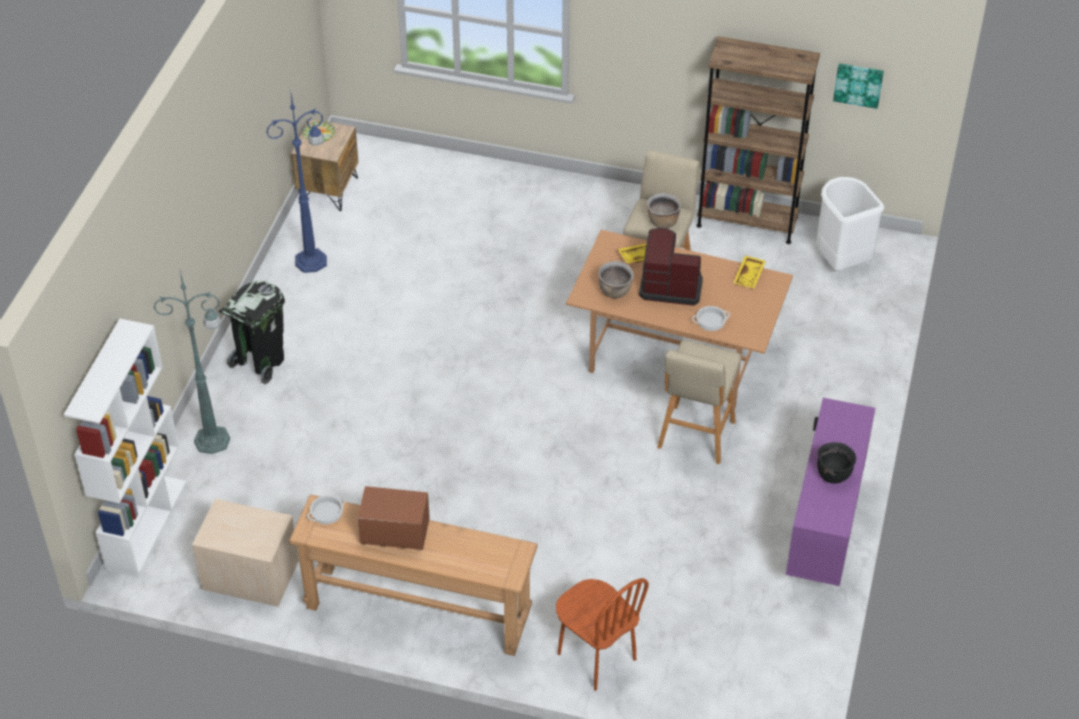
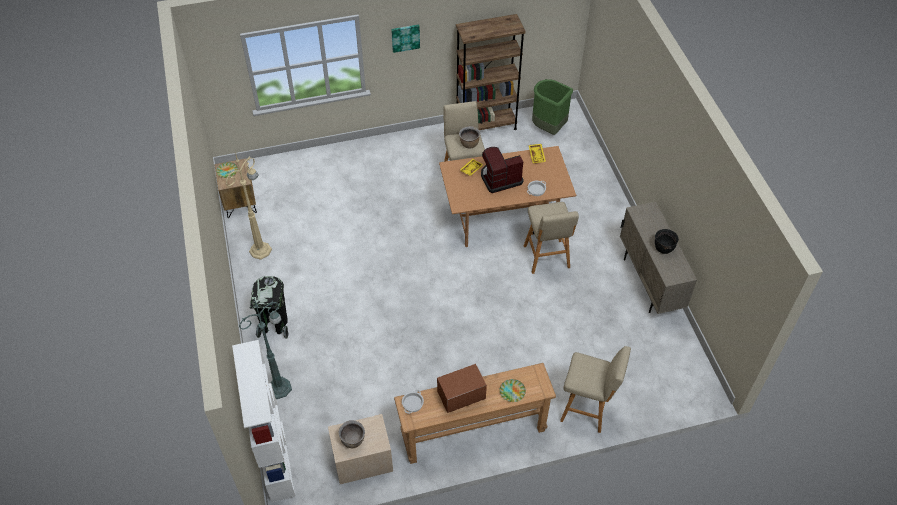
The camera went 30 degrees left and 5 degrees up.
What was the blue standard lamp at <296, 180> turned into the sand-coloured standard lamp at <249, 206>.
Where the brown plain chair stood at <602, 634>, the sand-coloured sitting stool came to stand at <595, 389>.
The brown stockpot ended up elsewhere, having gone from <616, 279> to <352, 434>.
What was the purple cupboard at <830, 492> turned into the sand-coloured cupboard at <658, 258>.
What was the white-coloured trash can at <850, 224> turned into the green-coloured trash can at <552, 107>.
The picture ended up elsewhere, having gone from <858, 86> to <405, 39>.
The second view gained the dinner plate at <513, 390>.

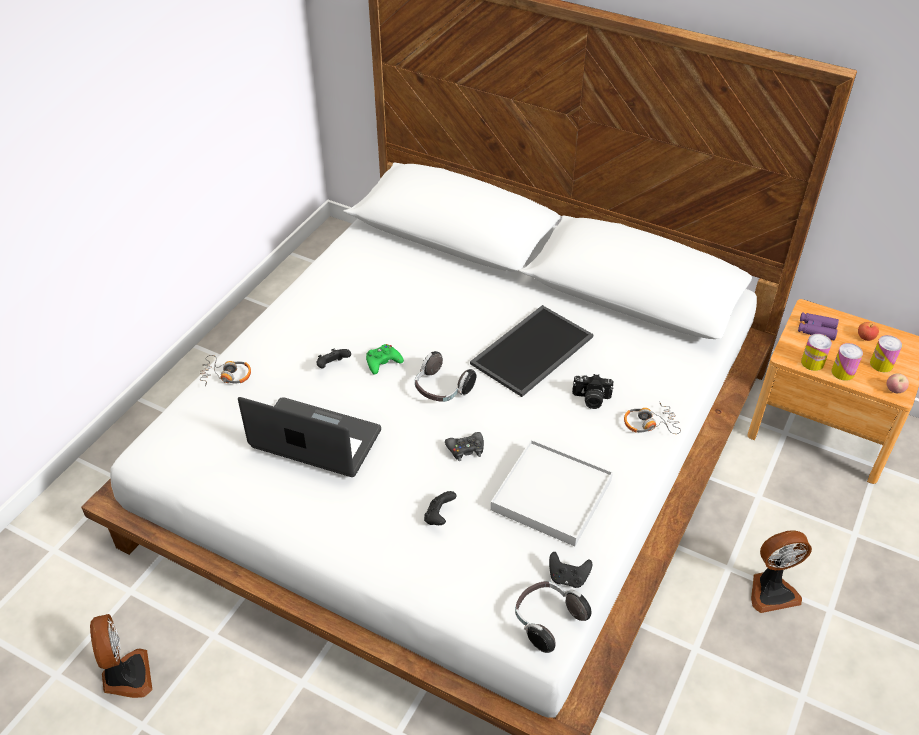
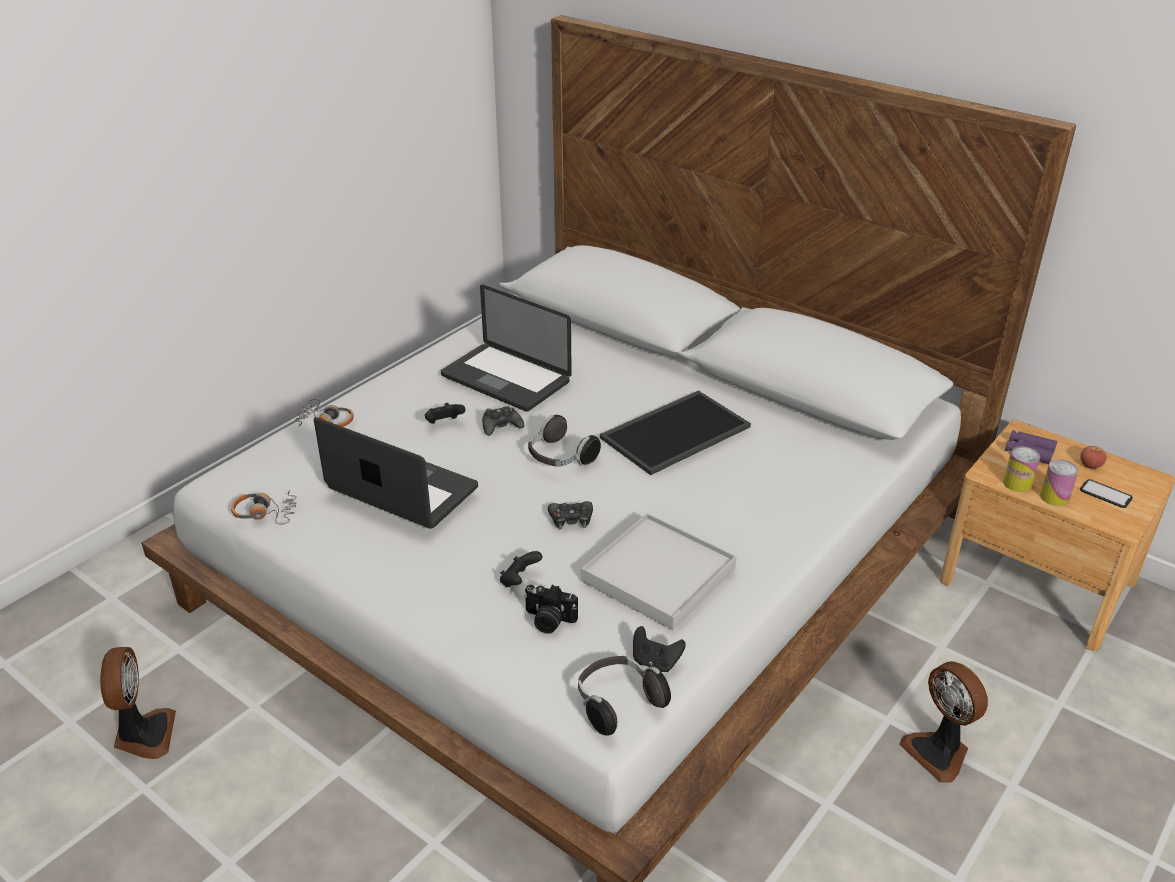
The camera went 10 degrees right and 10 degrees down.
What was the green-coloured gamepad at <385, 359> turned into the black gamepad at <503, 421>.
The photo camera ended up elsewhere, having gone from <592, 391> to <551, 609>.
The headset ended up elsewhere, having gone from <652, 417> to <264, 507>.
The electric fan at <781, 571> ended up facing another way, 60 degrees clockwise from before.
Where the can stood at <886, 353>, the telephone came to stand at <1106, 493>.
The second view lost the whole apple at <897, 383>.
The second view gained the laptop at <506, 348>.

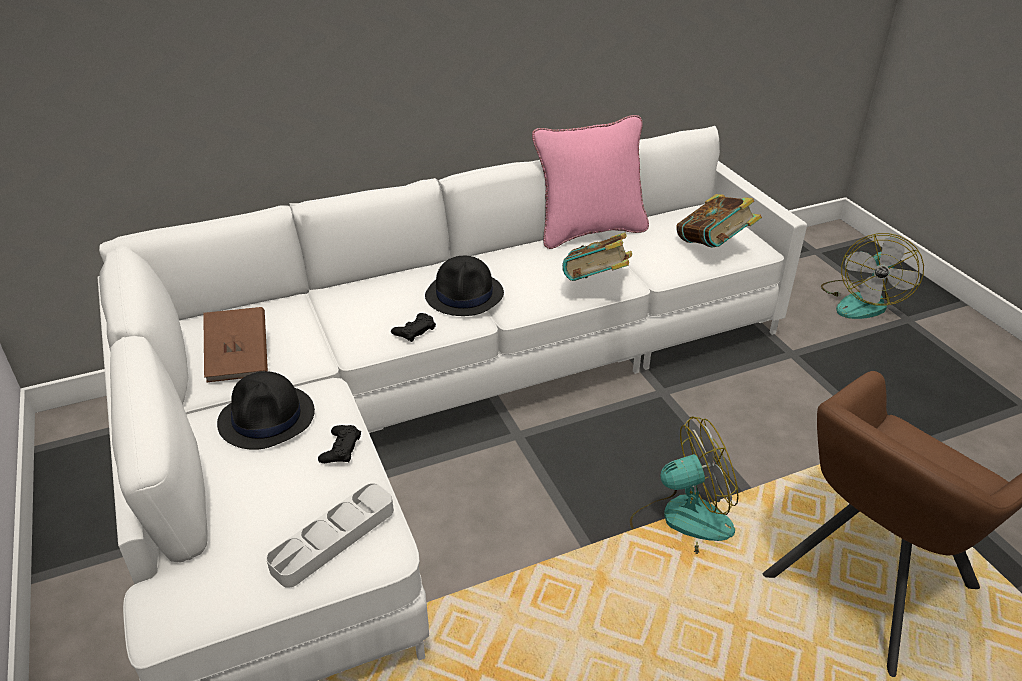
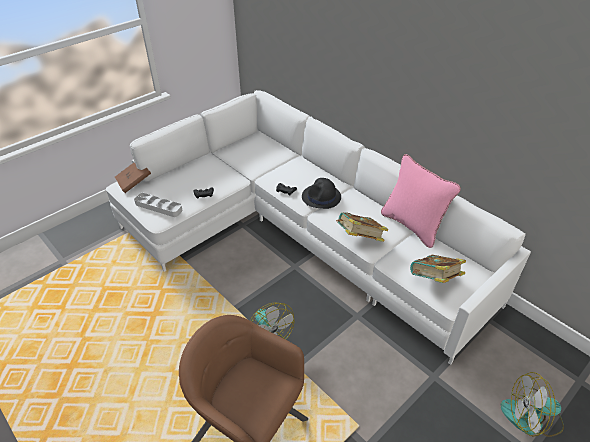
The camera went 70 degrees right and 5 degrees up.
The brown book ended up elsewhere, having gone from <235, 344> to <133, 178>.
The second view lost the black clothing hat at <266, 410>.

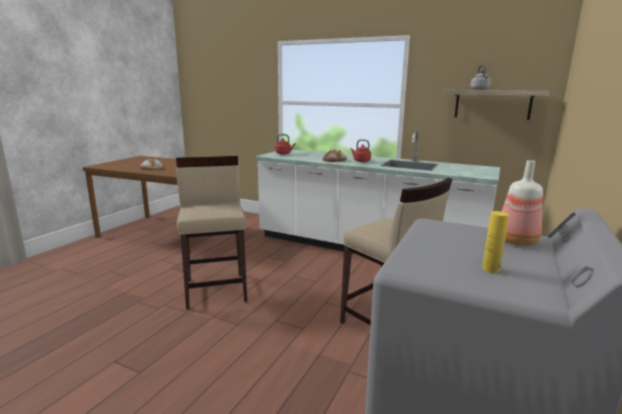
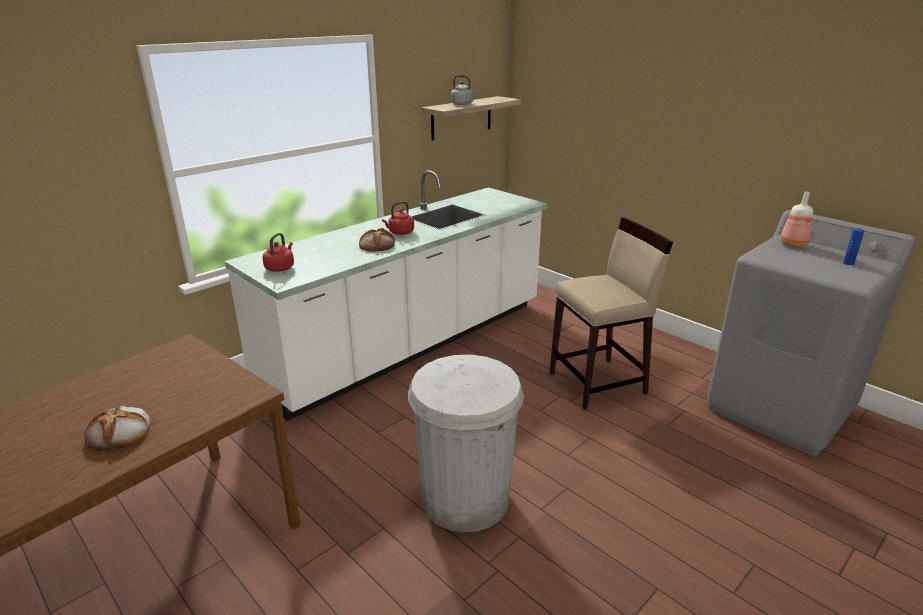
The camera went 70 degrees left and 10 degrees up.
Where the sand-coloured sitting stool stood at <211, 233>, the white-coloured trash can came to stand at <466, 443>.
What was the yellow beverage bottle at <495, 242> turned into the blue beverage bottle at <853, 247>.

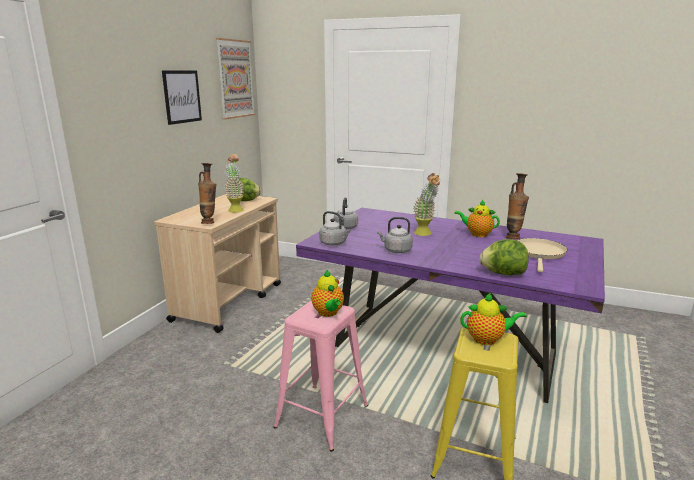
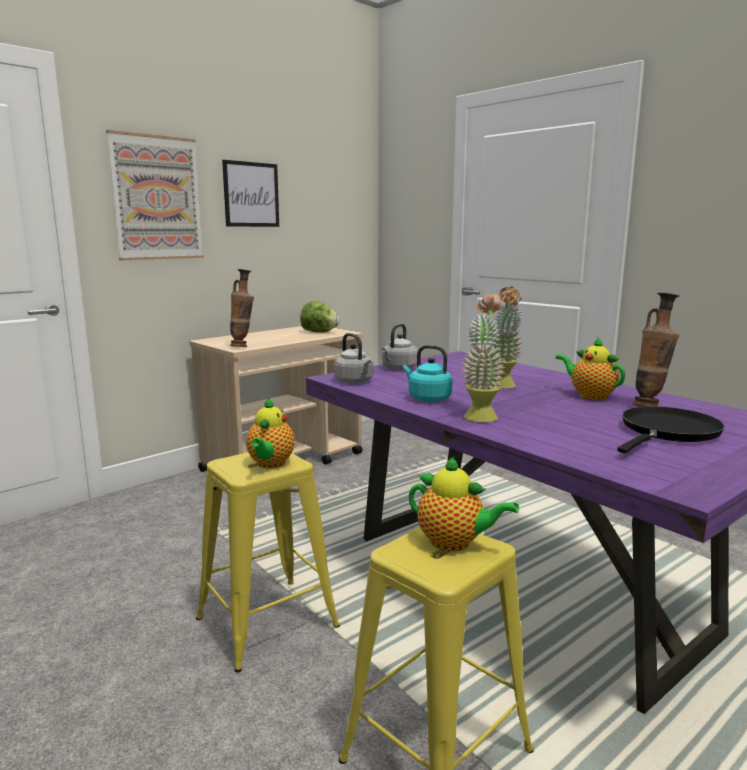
The camera went 25 degrees right and 5 degrees down.
The picture ended up elsewhere, having gone from <235, 78> to <155, 195>.
The potted plant ended up elsewhere, having gone from <234, 183> to <484, 358>.
What was the pinkish sitting stool at <321, 376> turned into the yellow sitting stool at <268, 562>.
What was the grey tea kettle at <395, 235> turned into the turquoise-coloured tea kettle at <428, 373>.
The second view lost the head of lettuce at <504, 257>.
What was the sand-coloured skillet at <542, 255> turned into the black skillet at <671, 429>.

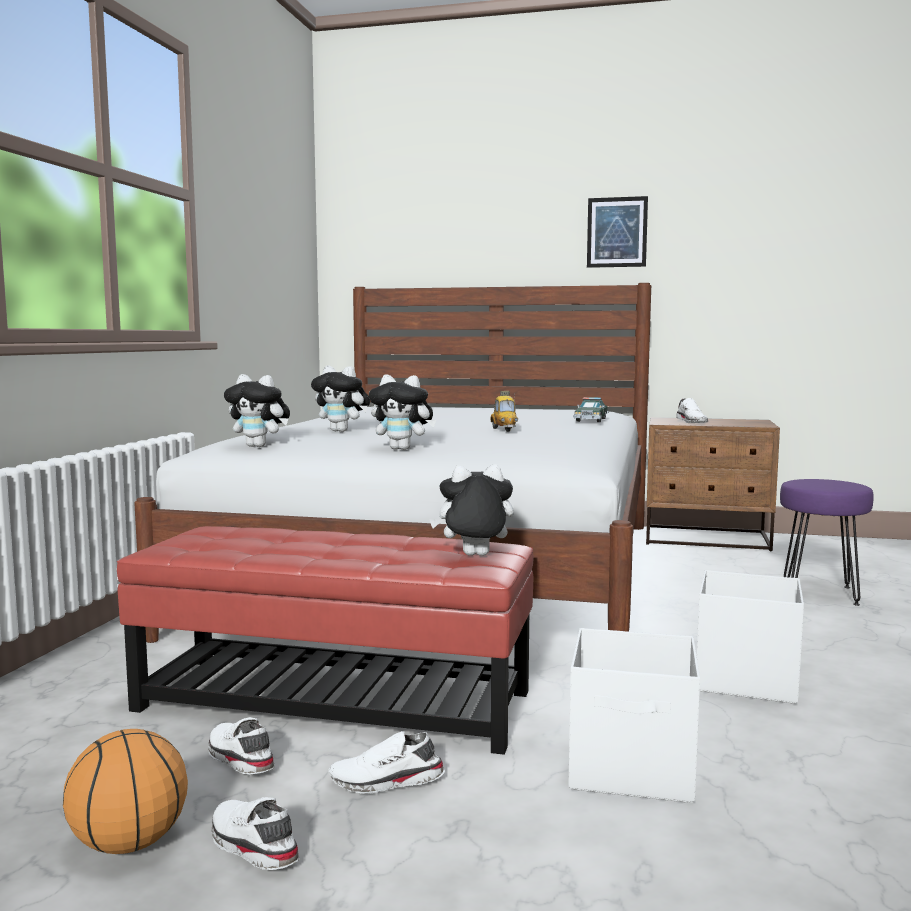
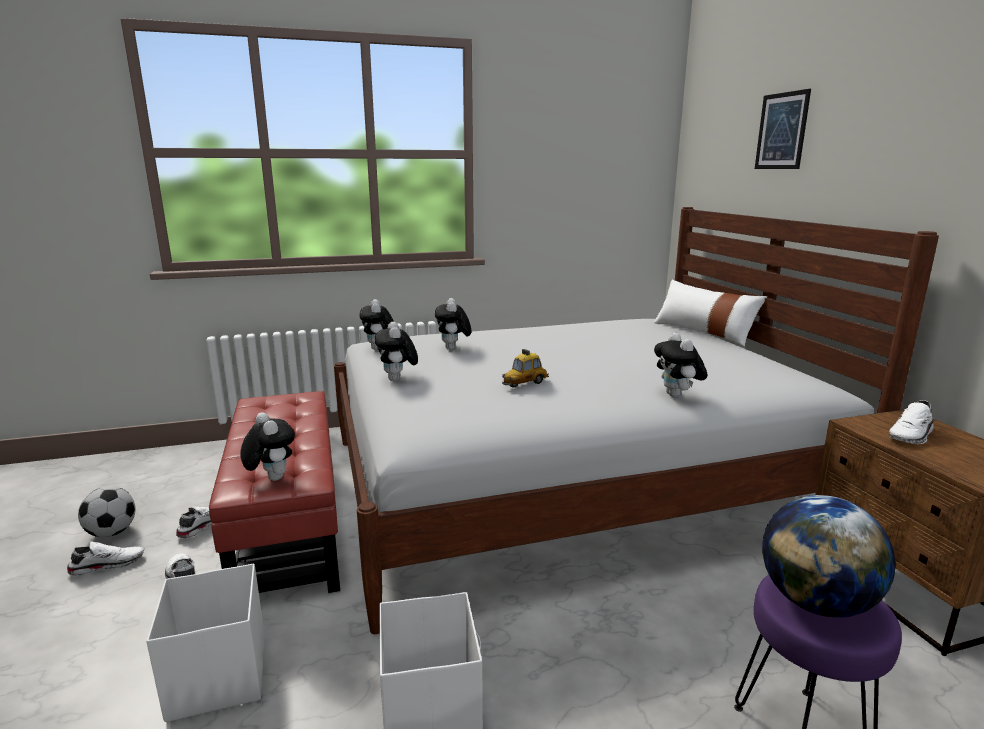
The camera went 60 degrees right and 10 degrees up.
Where the basketball stood at <125, 791>, the football came to stand at <107, 511>.
The white-coloured item of footwear at <255, 833> ended up facing another way, 45 degrees clockwise from before.
Where the toy car stood at <591, 409>, the soft toy came to stand at <680, 364>.
The picture ended up elsewhere, having gone from <617, 232> to <783, 129>.
The second view gained the white-coloured cushion at <710, 313>.
The second view gained the globe at <829, 556>.

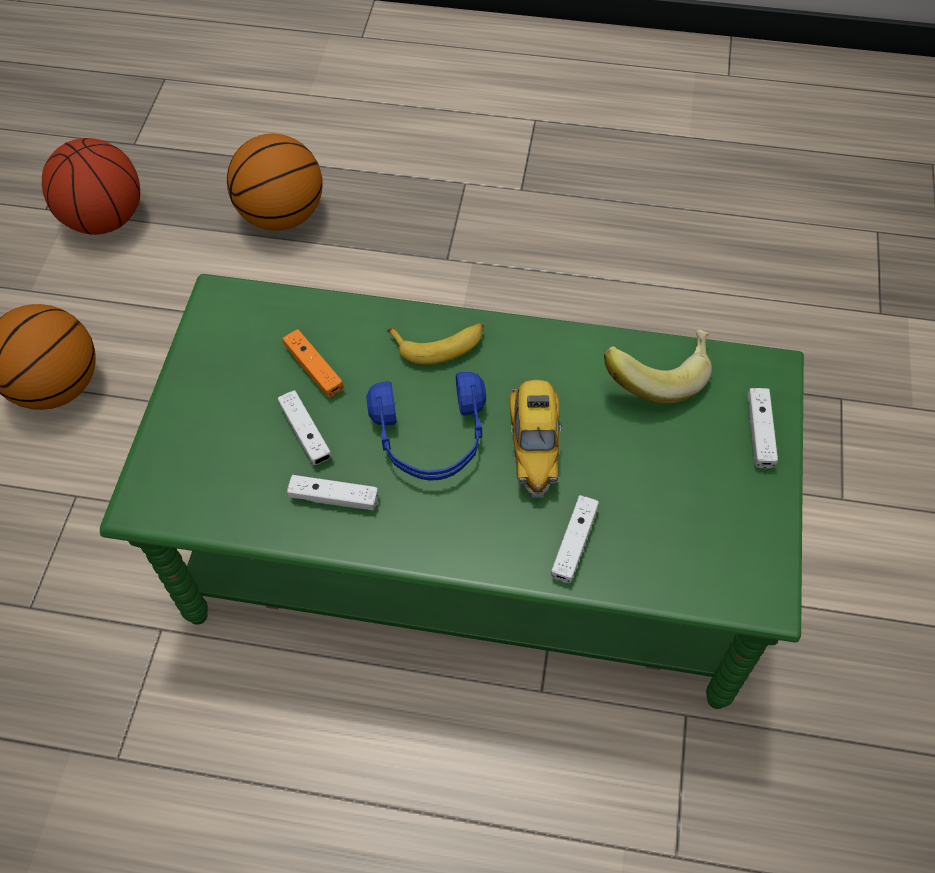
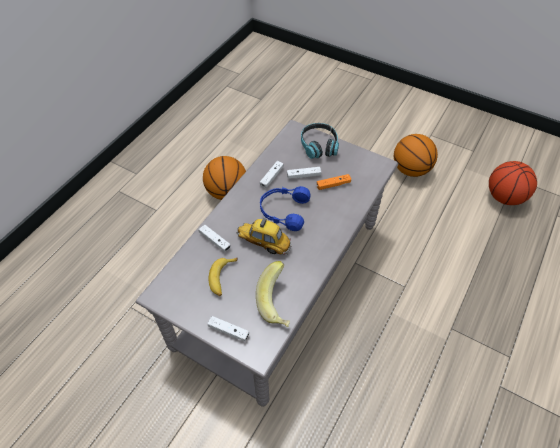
The camera went 110 degrees right and 5 degrees down.
What was the green-coloured coffee table at <452, 491> turned into the grey coffee table at <267, 263>.
The basketball ended up elsewhere, having gone from <274, 182> to <224, 178>.
The banana fruit ended up elsewhere, having gone from <435, 344> to <223, 277>.
The second view gained the headset at <320, 141>.

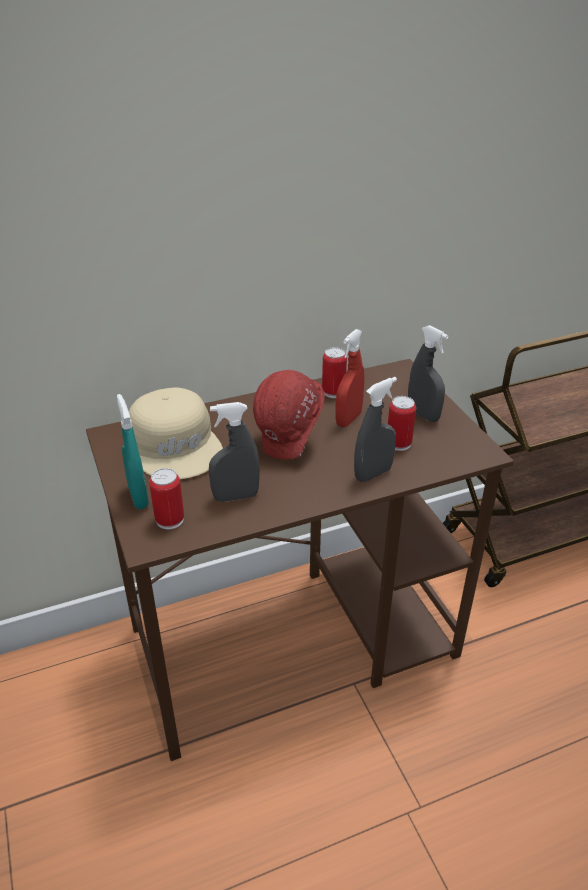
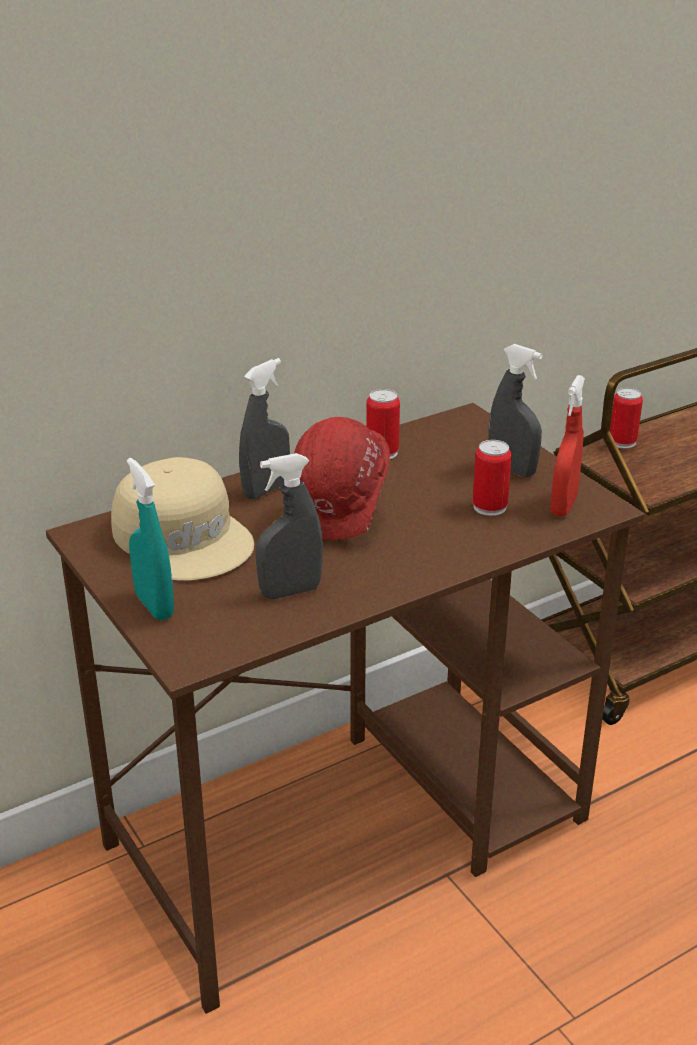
The camera went 10 degrees left and 5 degrees down.
The can ended up elsewhere, having gone from <166, 499> to <626, 418>.
The reddish spray bottle ended up elsewhere, having gone from <350, 378> to <567, 446>.
The grey spray bottle ended up elsewhere, having gone from <375, 429> to <264, 428>.

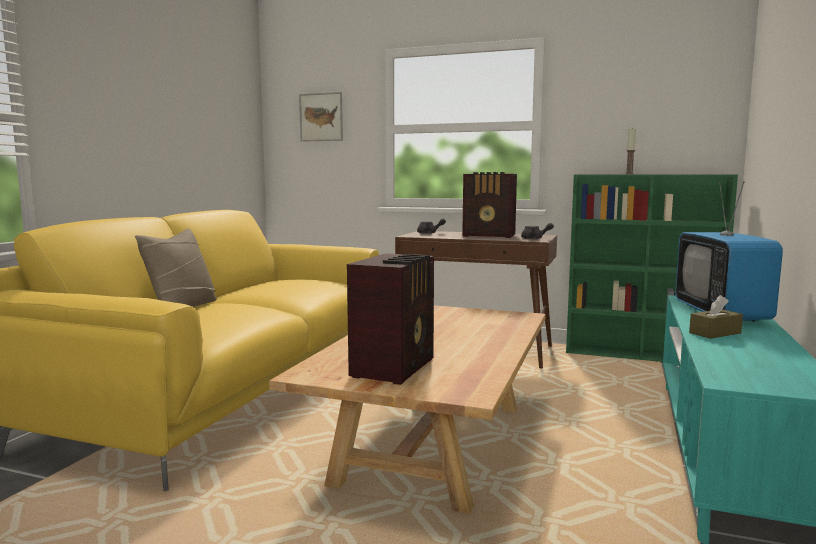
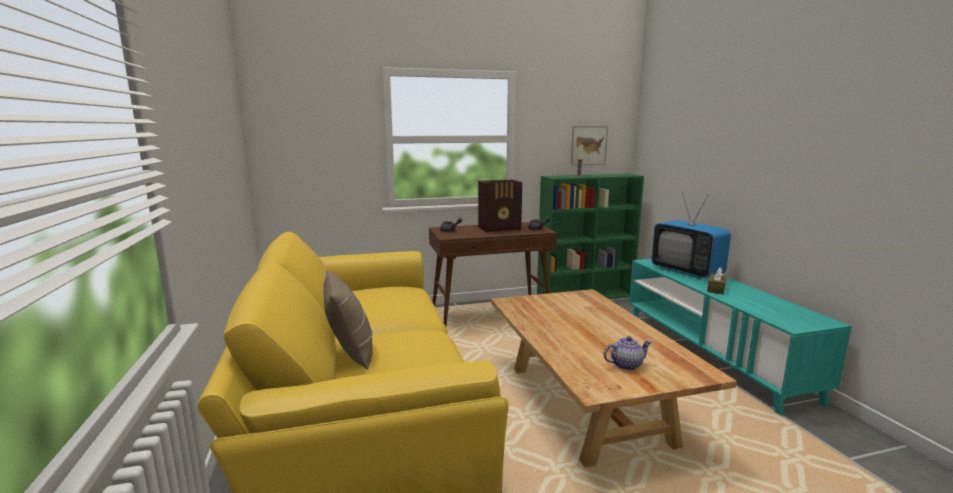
The camera went 35 degrees left and 5 degrees up.
The picture ended up elsewhere, having gone from <321, 117> to <589, 145>.
Where the radio set stood at <390, 319>, the teapot came to stand at <628, 353>.

